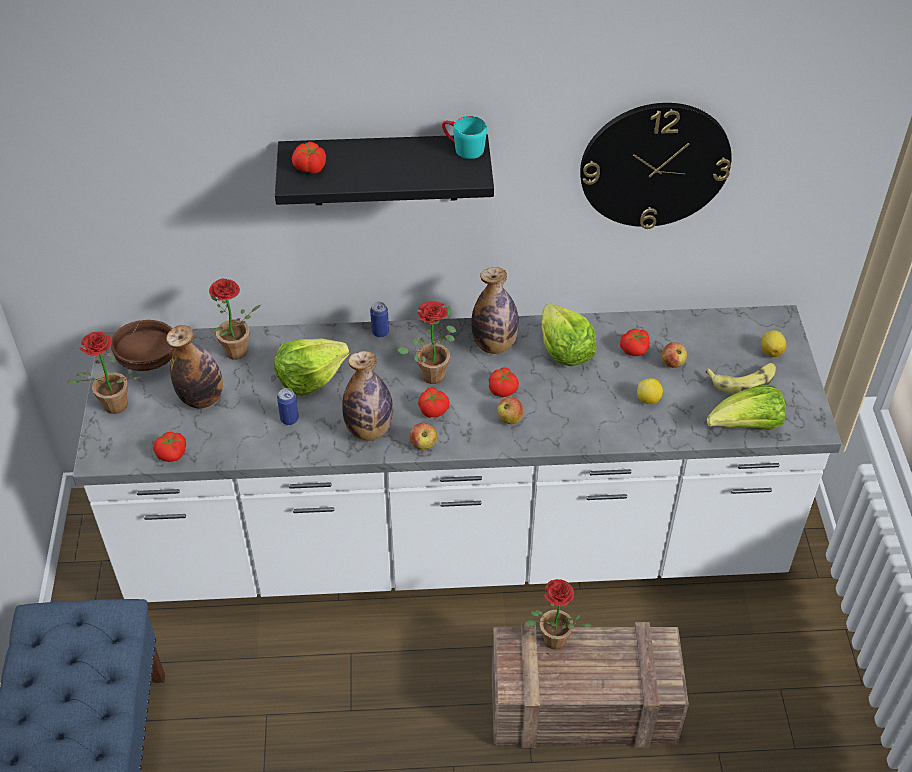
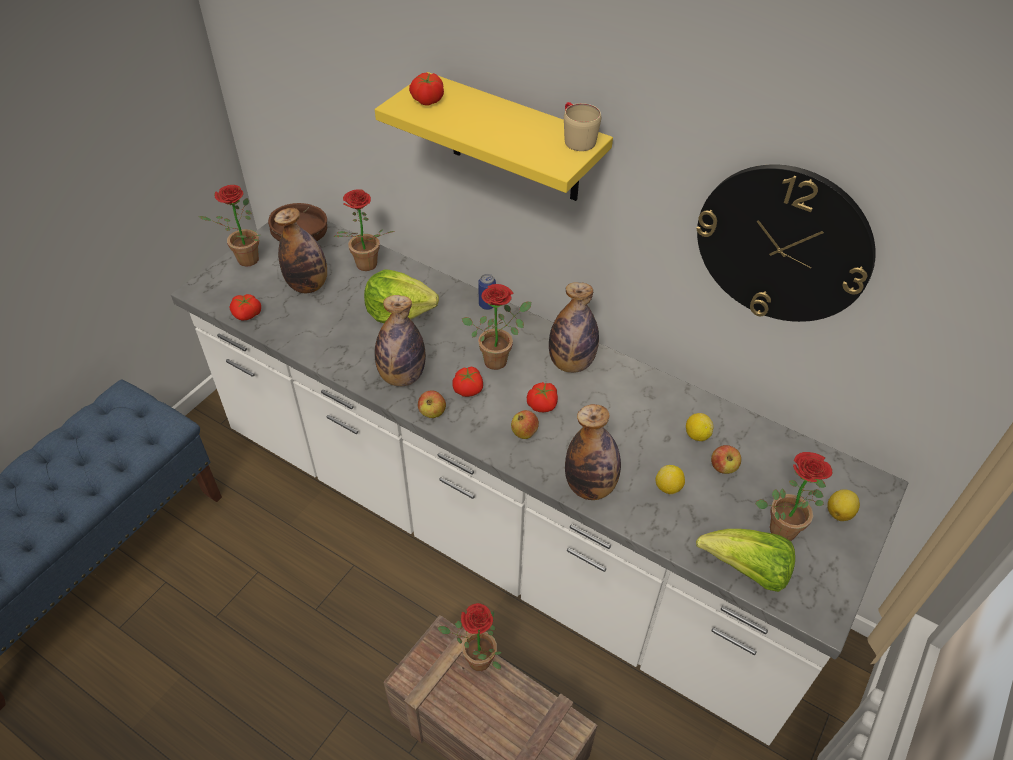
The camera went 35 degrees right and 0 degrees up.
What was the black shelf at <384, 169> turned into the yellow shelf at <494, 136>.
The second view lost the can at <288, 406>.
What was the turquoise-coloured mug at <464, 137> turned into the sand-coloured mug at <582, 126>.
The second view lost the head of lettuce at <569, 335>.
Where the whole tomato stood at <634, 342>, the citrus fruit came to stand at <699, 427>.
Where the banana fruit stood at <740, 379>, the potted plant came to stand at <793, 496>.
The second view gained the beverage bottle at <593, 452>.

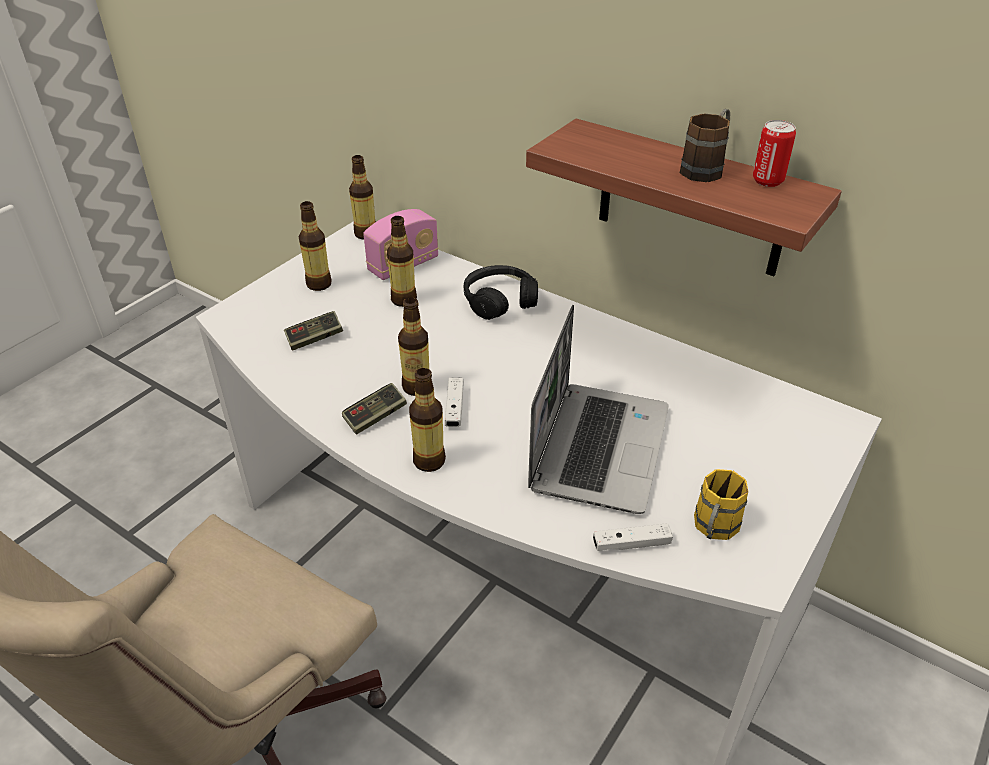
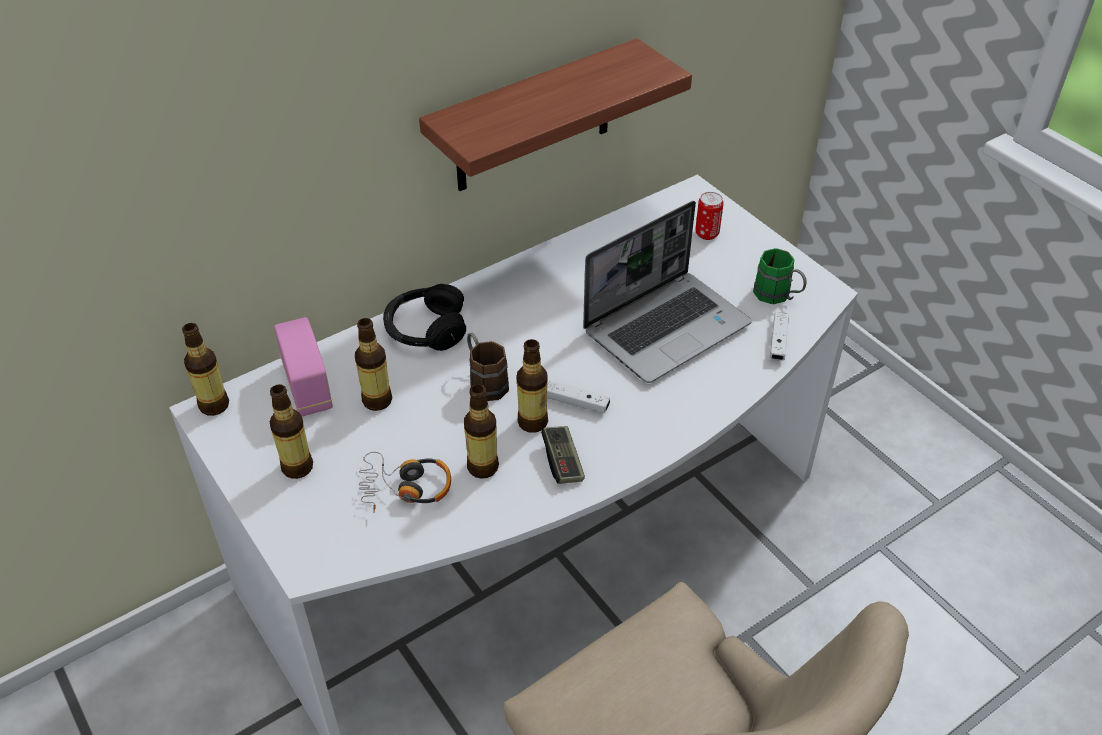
The camera went 70 degrees left and 5 degrees up.
Where the gamepad stood at <313, 331>, the headset came to stand at <405, 482>.
The beverage bottle ended up elsewhere, having gone from <427, 420> to <481, 431>.
The laptop at <598, 409> ended up facing another way, 105 degrees clockwise from before.
The brown mug ended up elsewhere, having gone from <705, 145> to <488, 367>.
What was the yellow mug at <721, 504> turned into the green-coloured mug at <780, 276>.
The can ended up elsewhere, having gone from <774, 153> to <709, 216>.

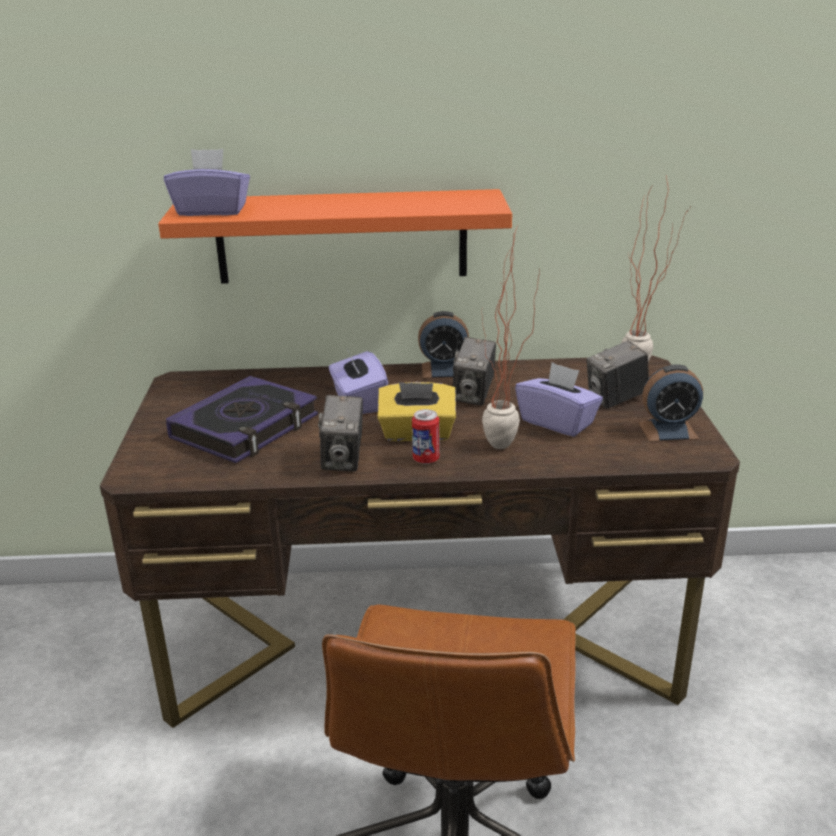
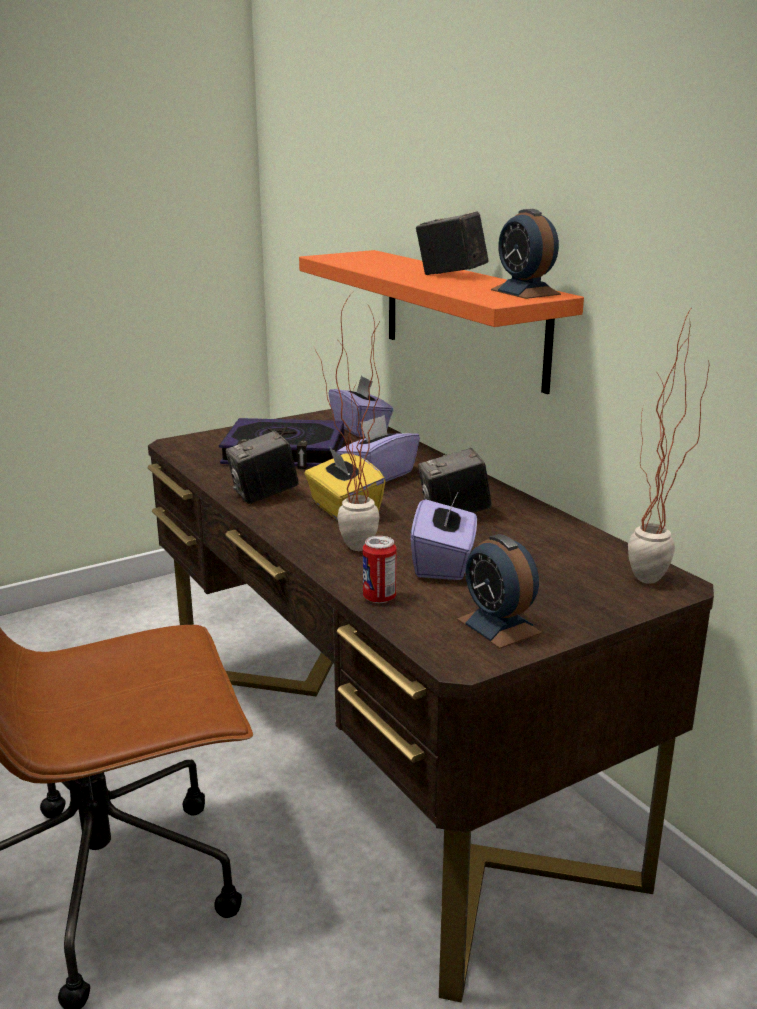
The camera went 60 degrees right and 5 degrees down.
The purple tissue box ended up elsewhere, having gone from <207, 182> to <361, 406>.
The can ended up elsewhere, having gone from <426, 436> to <380, 569>.
The bedside clock ended up elsewhere, having gone from <443, 344> to <526, 254>.
The photo camera ended up elsewhere, having gone from <617, 374> to <452, 243>.

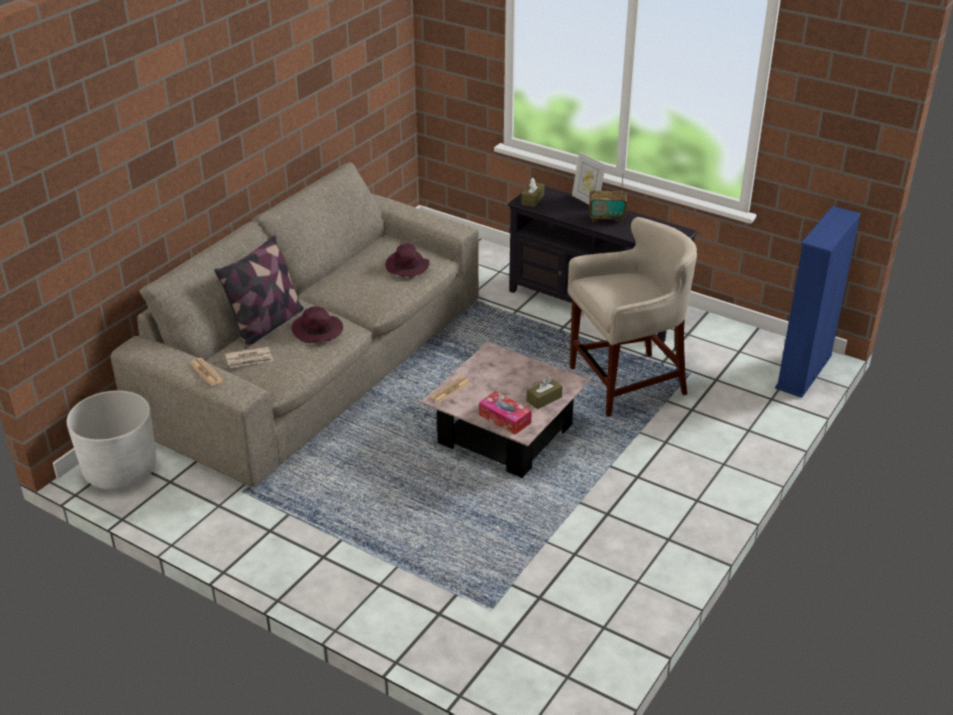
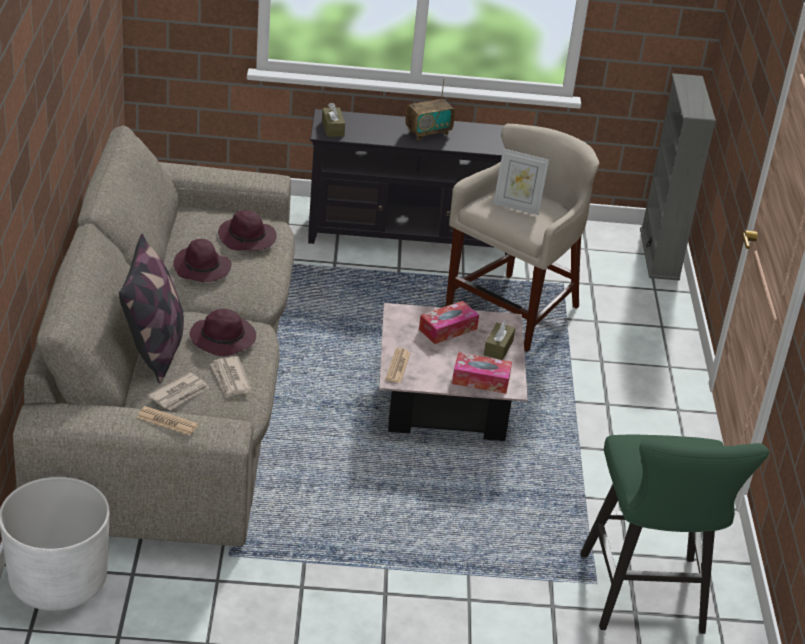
The camera went 35 degrees left and 0 degrees up.
The photo frame ended up elsewhere, having gone from <589, 178> to <521, 181>.
What was the blue bookshelf at <818, 302> turned into the grey bookshelf at <678, 176>.
The second view gained the purple clothing hat at <202, 260>.
The second view gained the newspaper at <231, 377>.
The second view gained the tissue box at <449, 322>.
The second view gained the green-coloured sitting stool at <674, 534>.

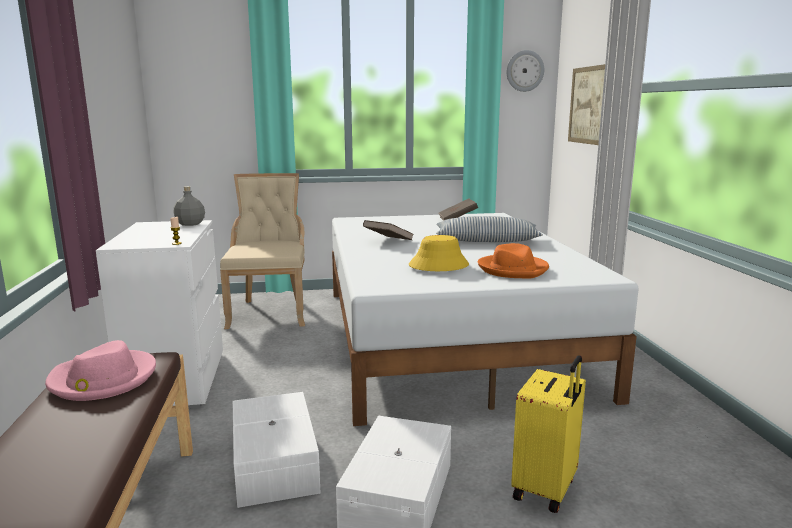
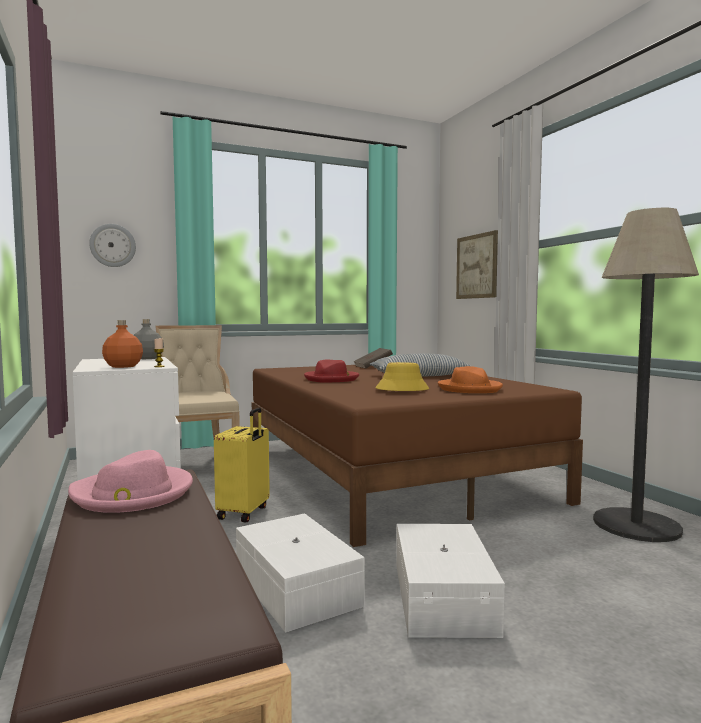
The camera went 15 degrees left and 10 degrees down.
What was the white-coloured bed at <485, 319> turned into the brown bed at <417, 456>.
Where the brown book stood at <388, 230>, the reddish clothing hat came to stand at <331, 371>.
The hanging clock ended up elsewhere, having gone from <525, 71> to <112, 245>.
The yellow travel case ended up elsewhere, having gone from <548, 434> to <242, 465>.
The second view gained the orangey beverage bottle at <122, 344>.
The second view gained the standard lamp at <646, 375>.

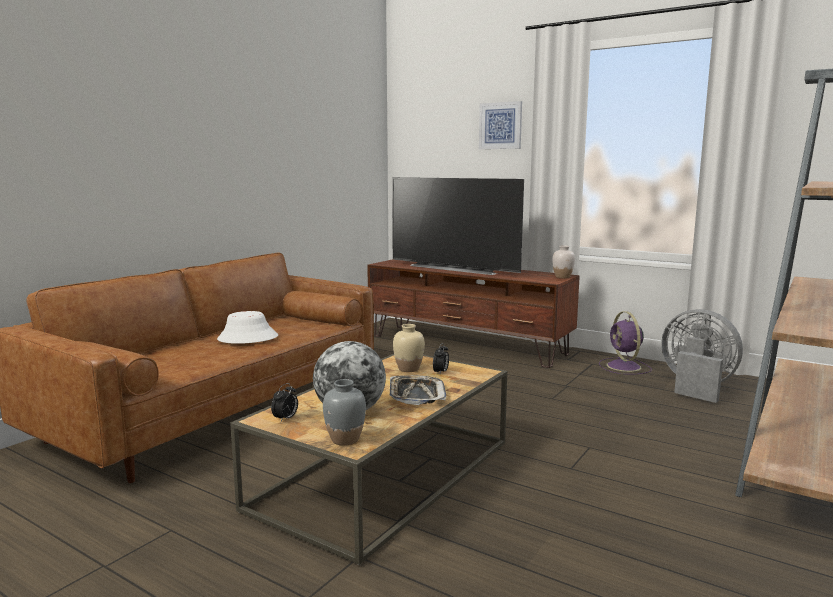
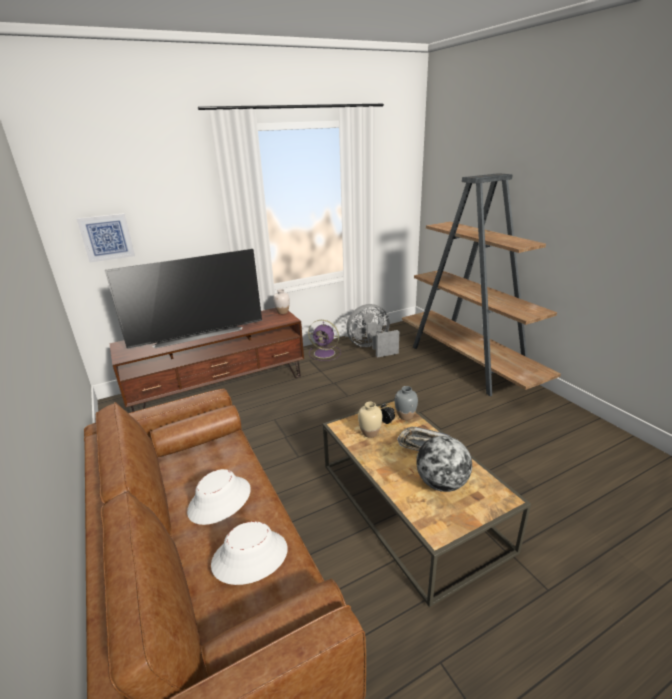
The camera went 60 degrees left and 15 degrees up.
The second view lost the bedside clock at <284, 402>.
The grey decorative vase ended up elsewhere, having gone from <344, 412> to <406, 403>.
The picture ended up elsewhere, having gone from <500, 125> to <106, 237>.
The second view gained the white-coloured clothing hat at <249, 553>.

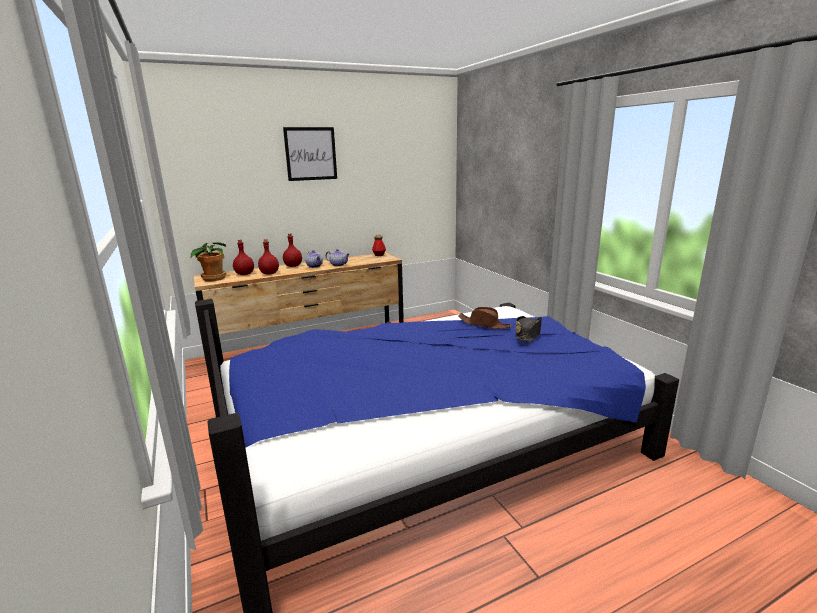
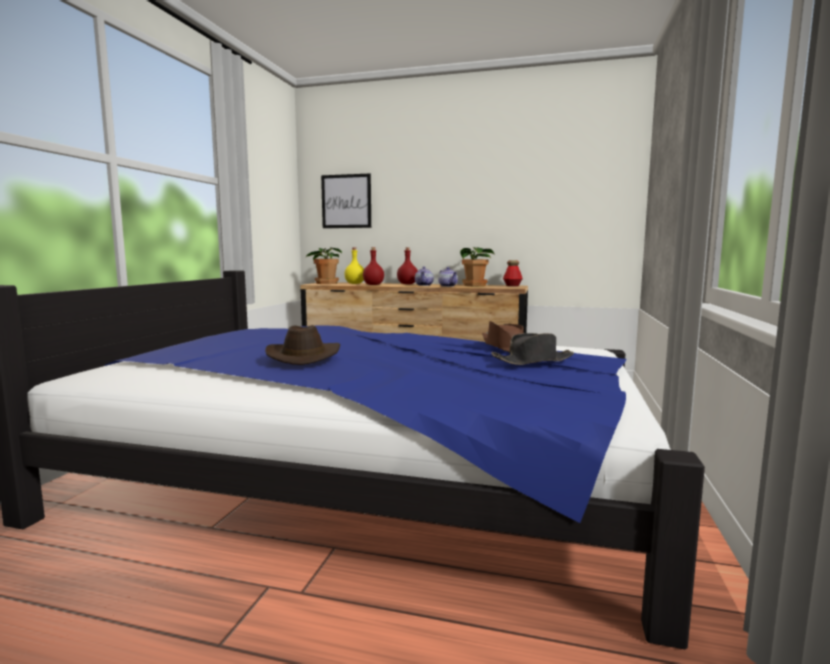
The camera went 40 degrees right and 10 degrees down.
What was the reddish beverage bottle at <243, 257> turned into the yellow beverage bottle at <354, 265>.
The picture ended up elsewhere, having gone from <310, 154> to <346, 201>.
The second view gained the brown clothing hat at <302, 345>.
The second view gained the potted plant at <477, 266>.

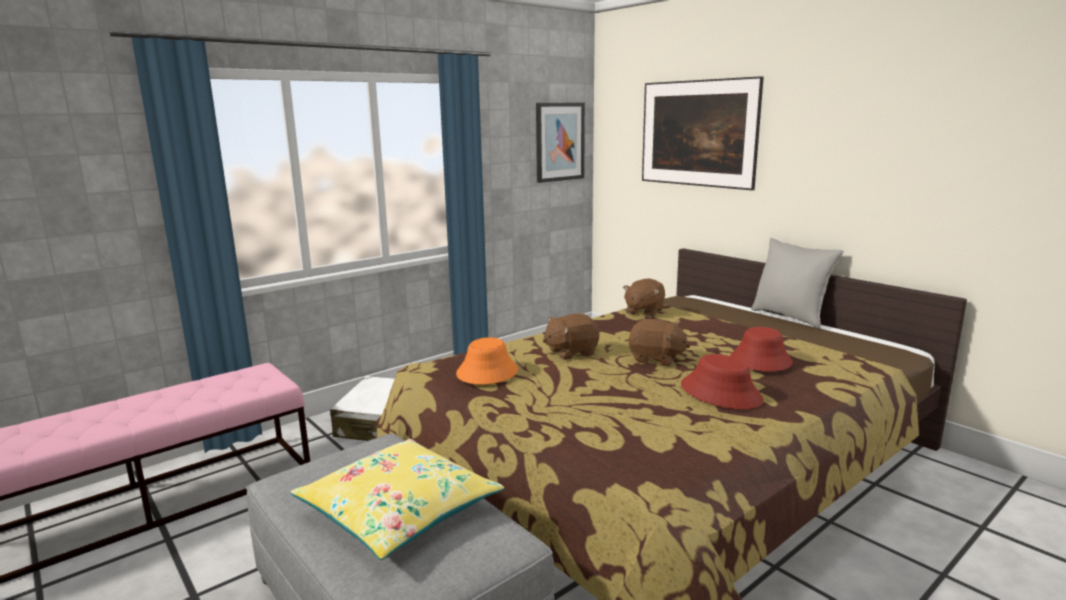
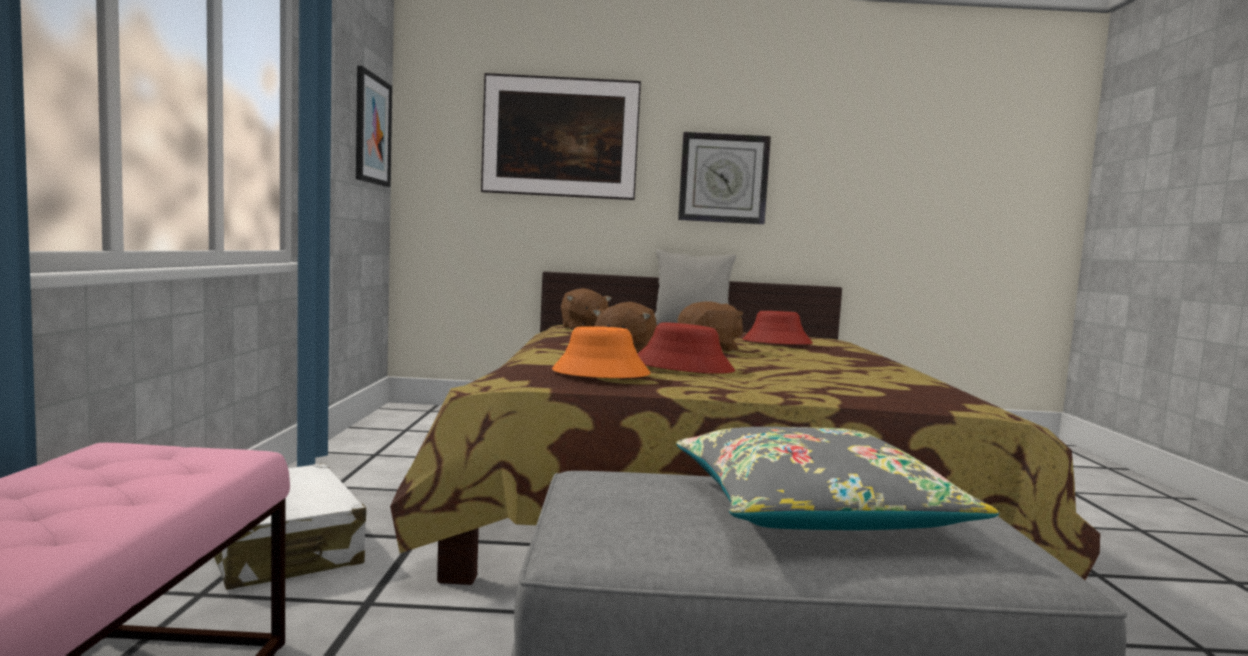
The camera went 50 degrees left and 10 degrees down.
What was the yellow cushion at <397, 499> turned into the grey cushion at <837, 478>.
The reddish clothing hat ended up elsewhere, having gone from <722, 382> to <686, 348>.
The second view gained the hanging clock at <724, 178>.

